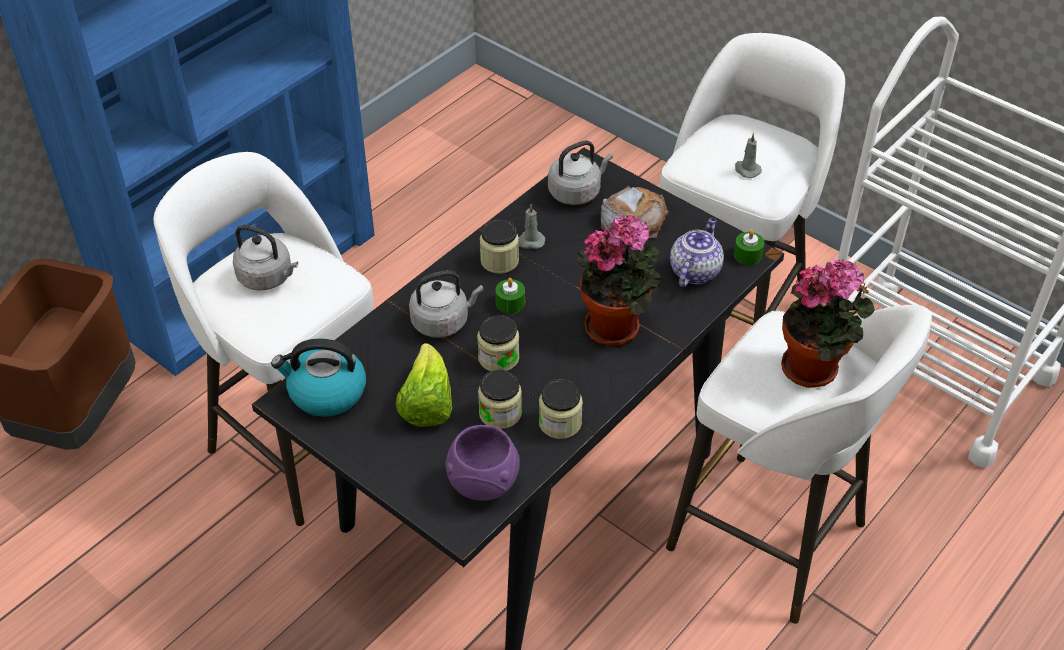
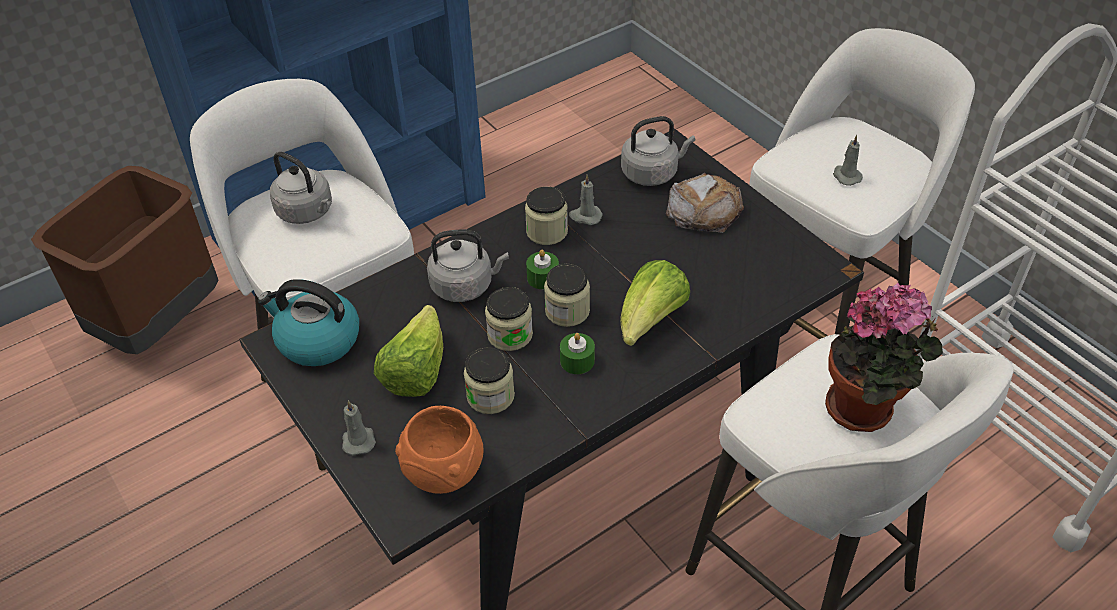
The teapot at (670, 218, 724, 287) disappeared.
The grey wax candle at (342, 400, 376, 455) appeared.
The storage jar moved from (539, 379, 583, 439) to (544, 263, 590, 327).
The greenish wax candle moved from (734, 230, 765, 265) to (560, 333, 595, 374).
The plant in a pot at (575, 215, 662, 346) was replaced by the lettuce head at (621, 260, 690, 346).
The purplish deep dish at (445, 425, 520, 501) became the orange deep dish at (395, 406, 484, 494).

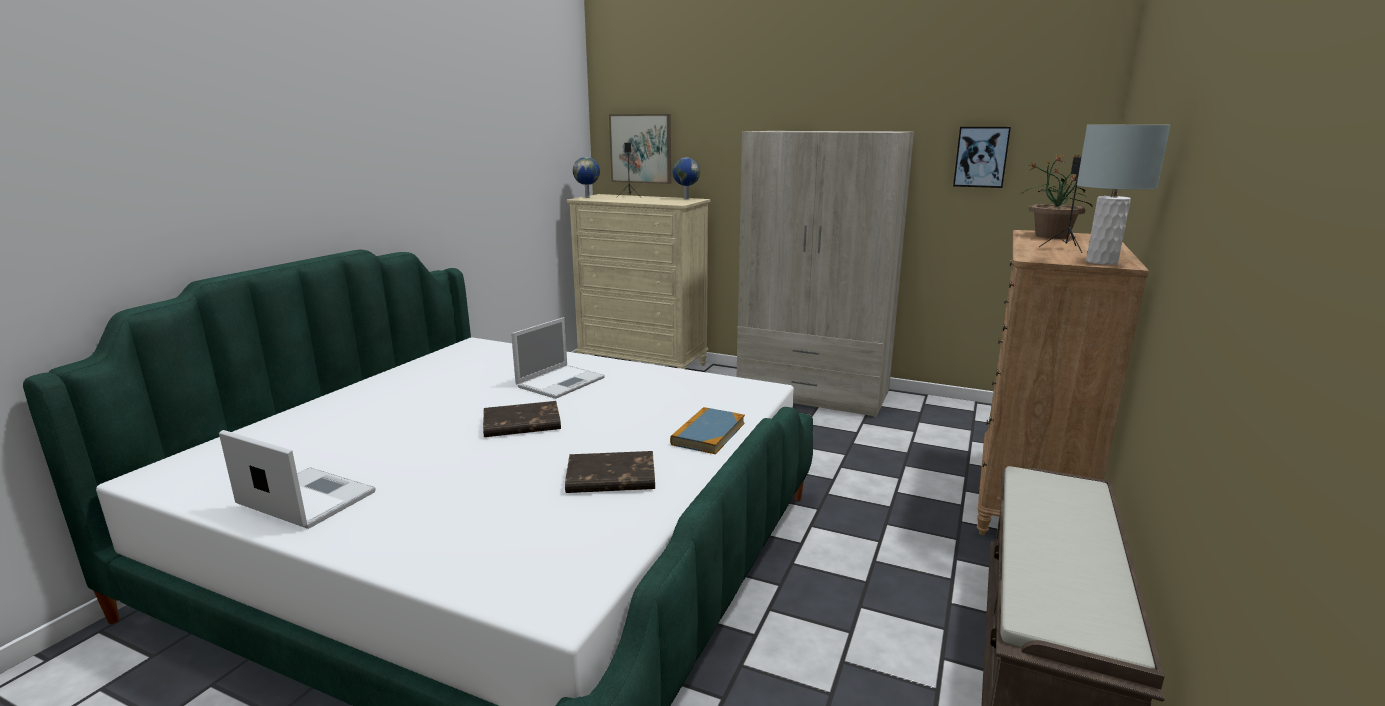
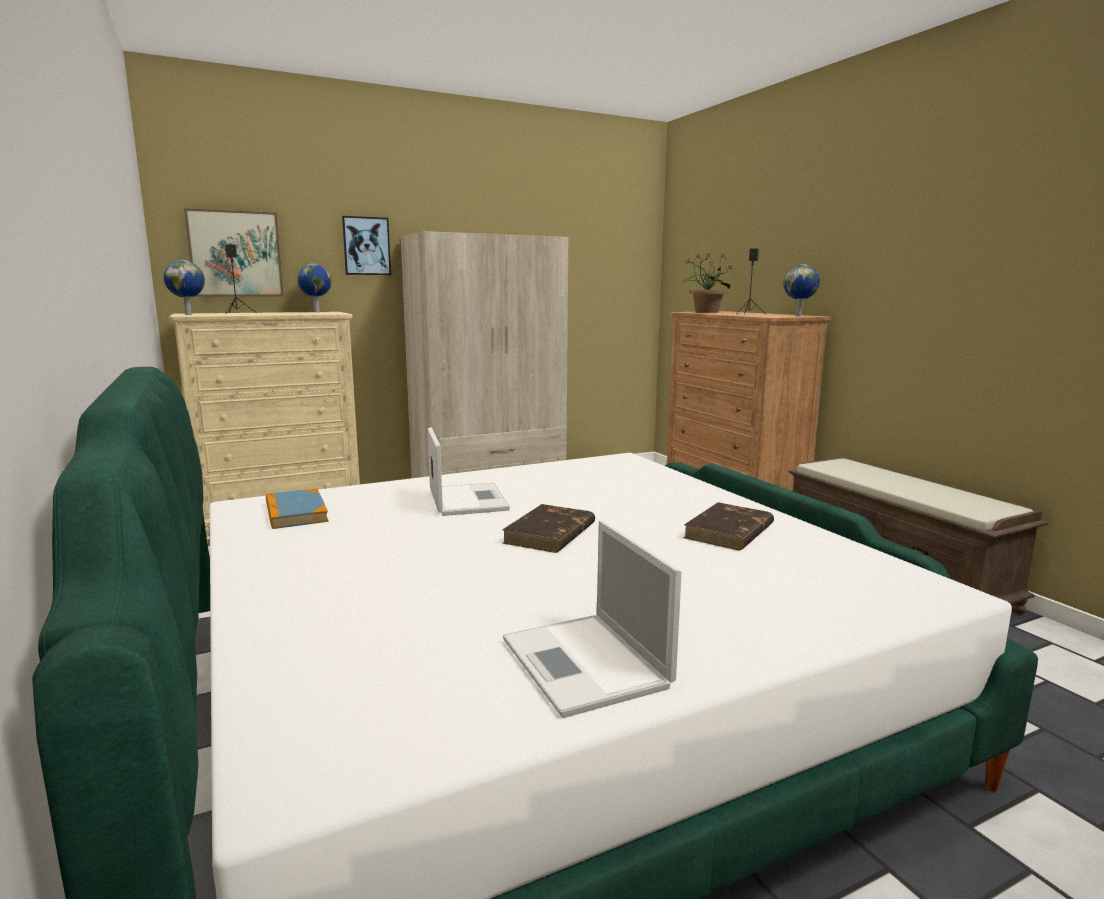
The volume moved from (670, 407, 745, 454) to (266, 488, 329, 529).
The wall picture moved from (953, 127, 1011, 188) to (342, 216, 391, 275).
The grey lamp for a table at (1077, 125, 1171, 265) was replaced by the globe at (783, 264, 820, 316).
The laptop at (219, 430, 376, 529) turned 90 degrees counterclockwise.

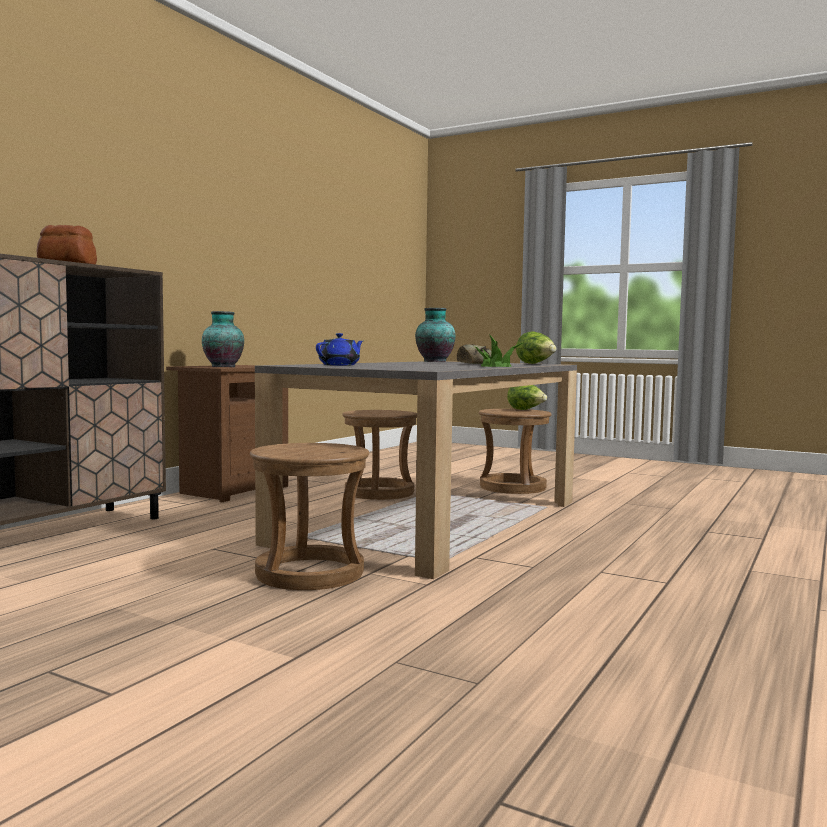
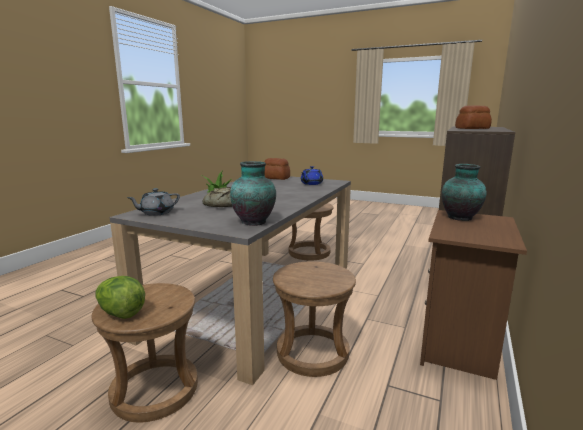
The bakery bread at (264, 158, 290, 180) appeared.
The lettuce head at (516, 331, 556, 364) was replaced by the grey teapot at (127, 188, 180, 216).

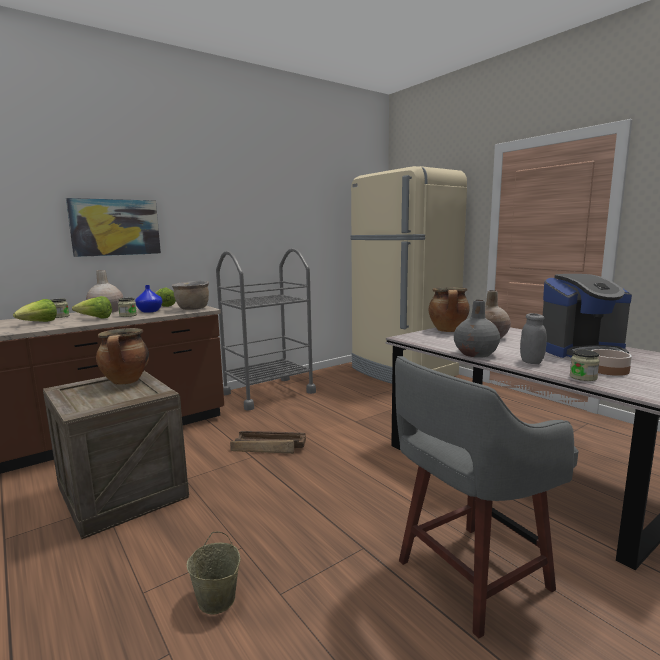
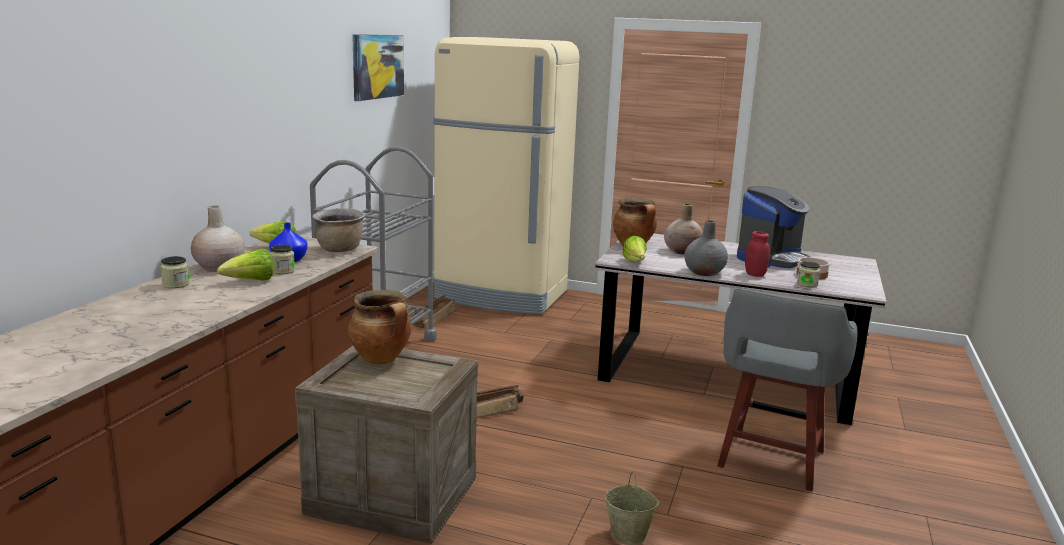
The packing crate at (412, 295, 457, 329) appeared.
The lettuce head moved from (13, 299, 57, 322) to (622, 236, 647, 261).
The wall picture moved from (66, 198, 161, 257) to (352, 34, 404, 101).
The grey storage jar at (520, 313, 547, 364) became the red storage jar at (745, 231, 770, 277).

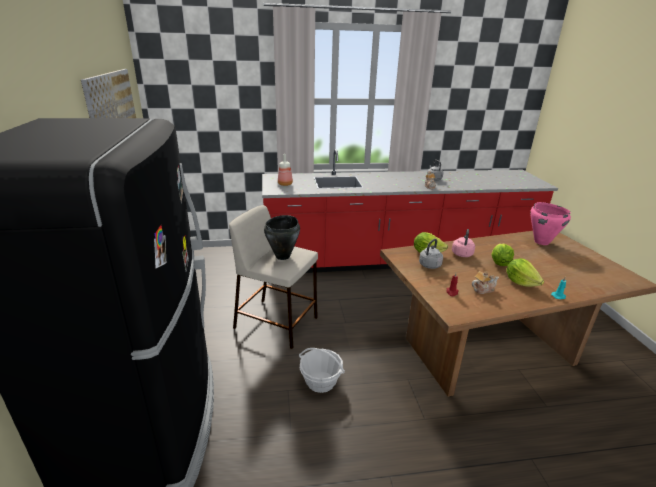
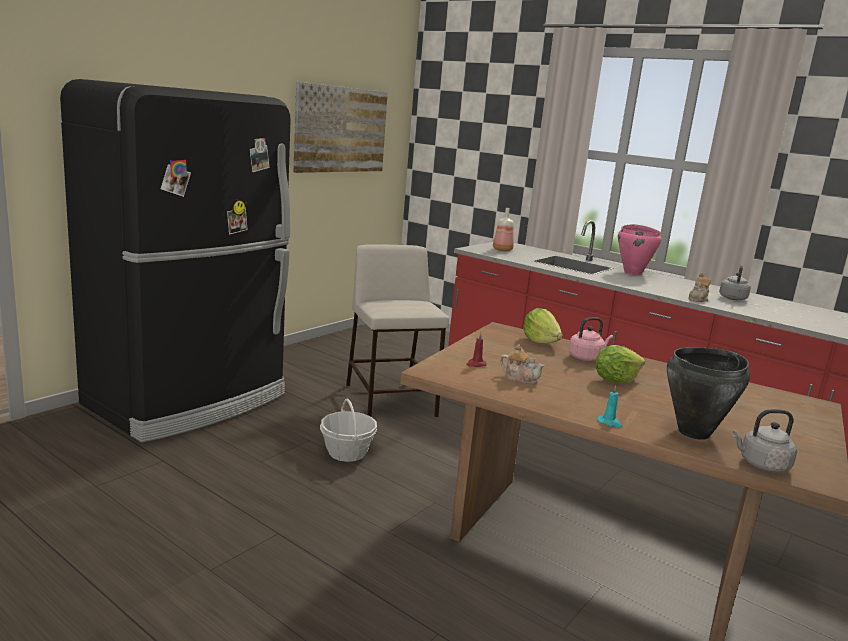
The lettuce head at (506, 258, 544, 287) disappeared.
The black-coloured cooking pot moved from (264, 215, 300, 260) to (667, 347, 750, 440).
The grey water kettle moved from (419, 239, 443, 269) to (732, 409, 797, 473).
The pink-coloured cooking pot moved from (530, 202, 571, 245) to (618, 224, 661, 275).

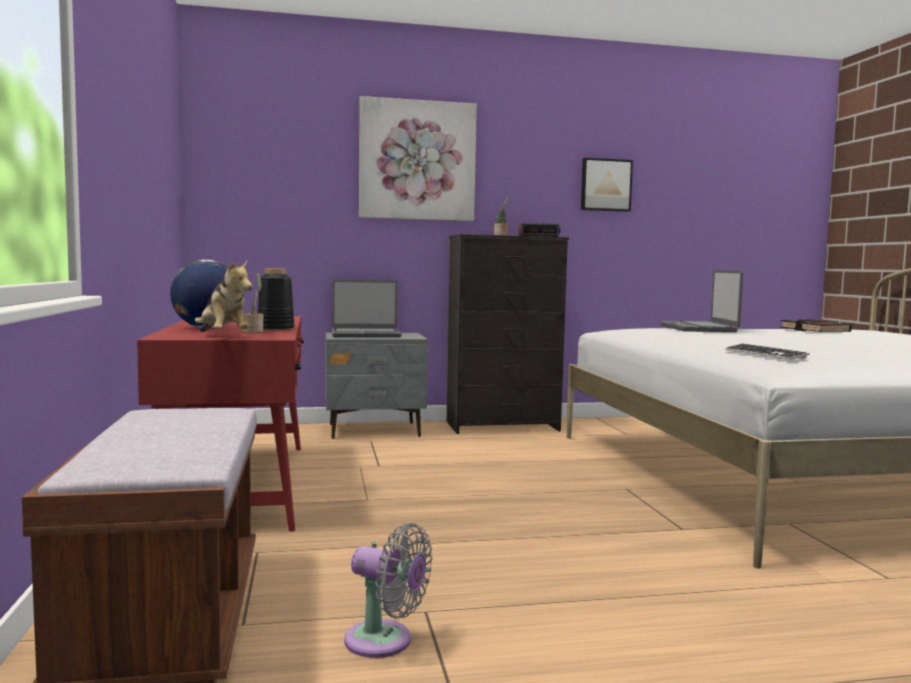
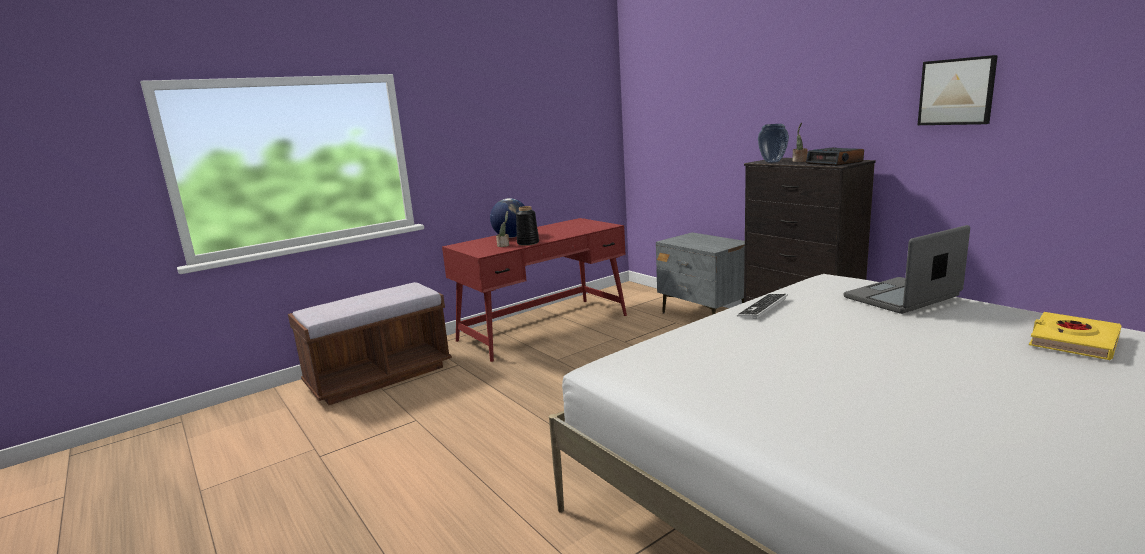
The plush toy at (195, 261, 252, 332) disappeared.
The laptop at (332, 280, 401, 338) disappeared.
The grey fan at (344, 523, 432, 658) disappeared.
The wall picture at (359, 96, 477, 221) disappeared.
The vase at (758, 124, 789, 163) appeared.
The PC keyboard moved from (725, 343, 809, 360) to (737, 294, 788, 319).
The black-coloured volume at (780, 319, 852, 332) became the yellow volume at (1029, 312, 1122, 360).

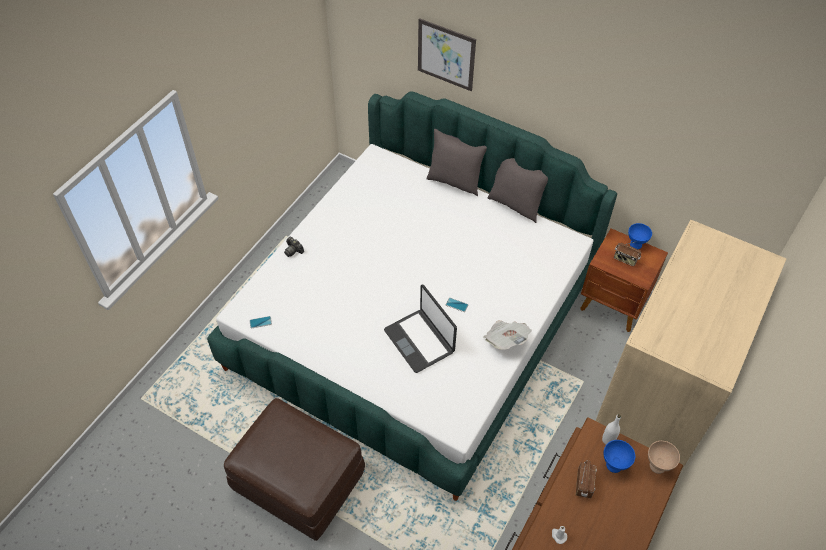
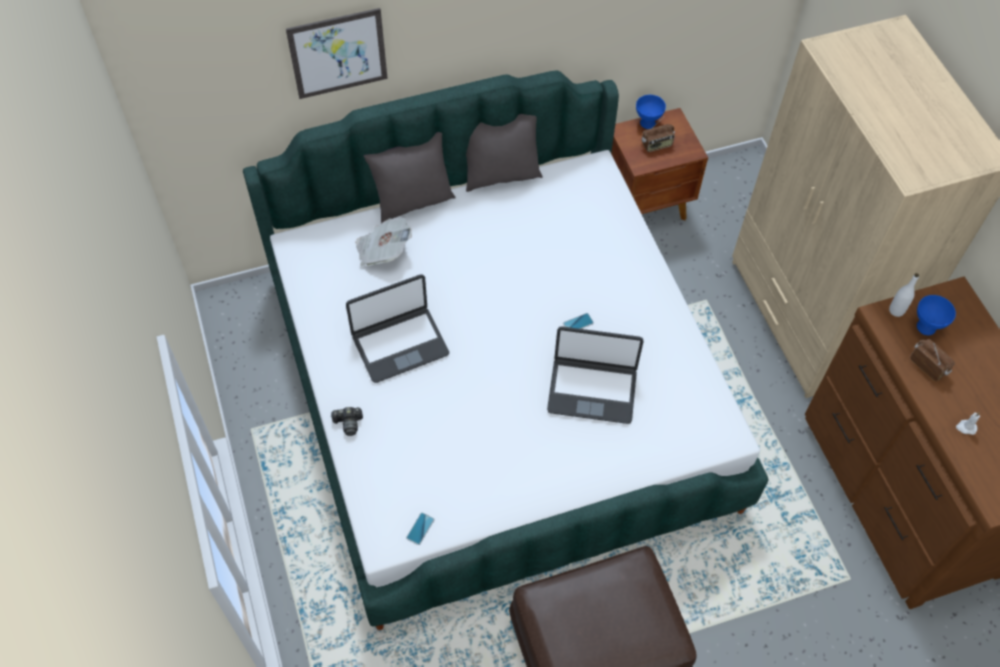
The beige-coloured deep dish at (648, 441, 680, 474) disappeared.
The laptop at (346, 274, 449, 383) appeared.
The daily paper moved from (483, 320, 532, 350) to (355, 218, 412, 266).

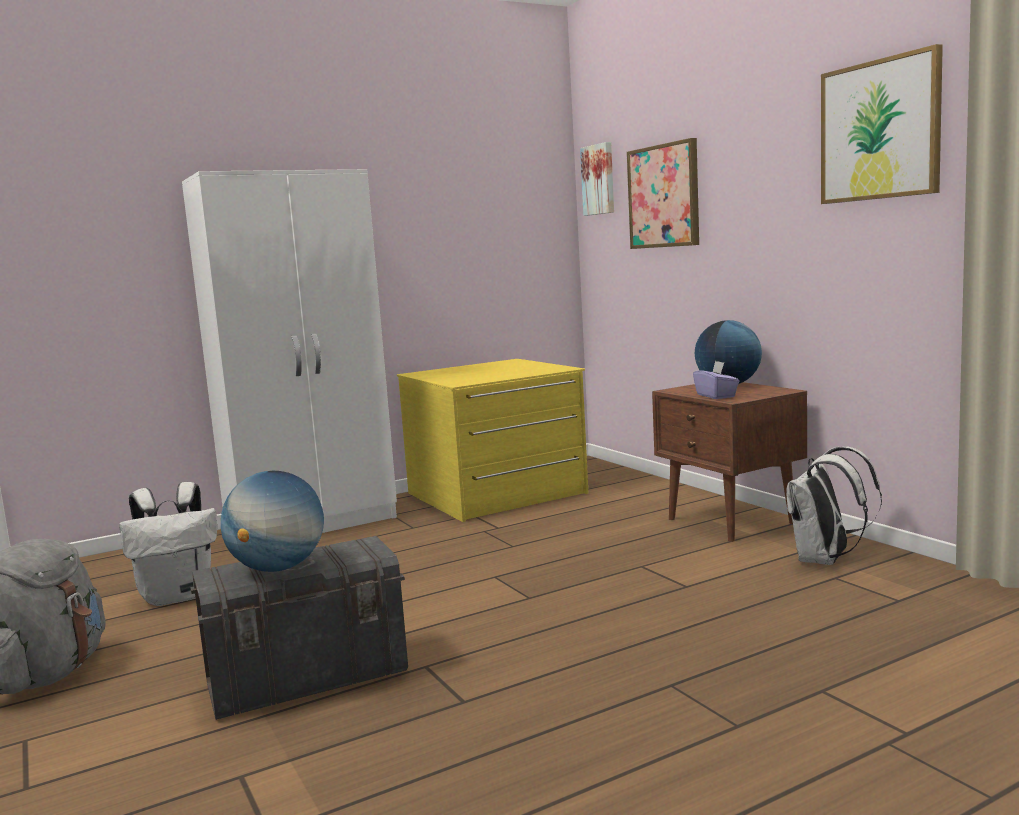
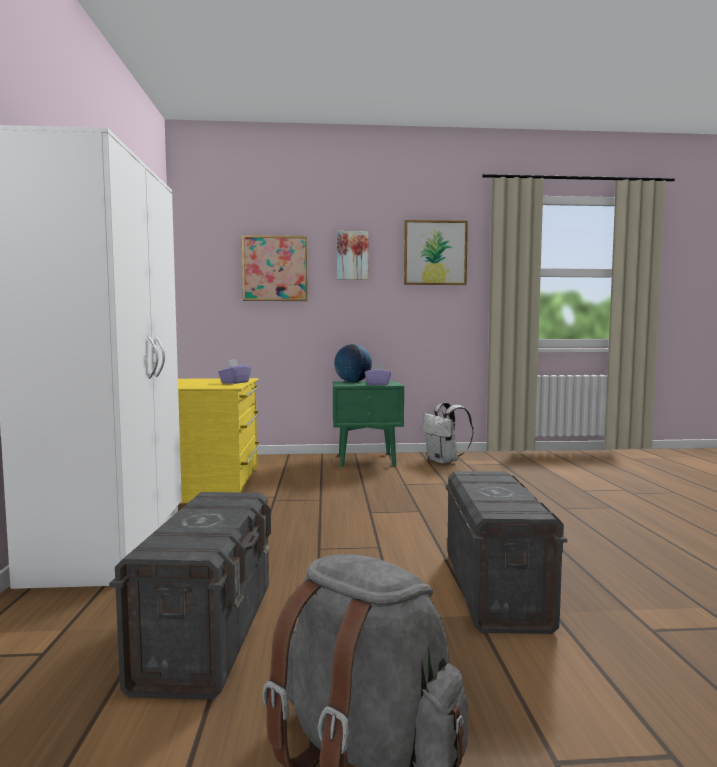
The globe at (221, 471, 324, 572) disappeared.
The purplish tissue holder at (218, 359, 251, 384) appeared.
The wall picture moved from (580, 142, 614, 216) to (337, 231, 369, 280).
The white-coloured backpack at (119, 482, 217, 606) was replaced by the grey storage box at (109, 492, 271, 700).
The brown night table at (652, 382, 807, 542) became the greenish night table at (333, 381, 404, 467).

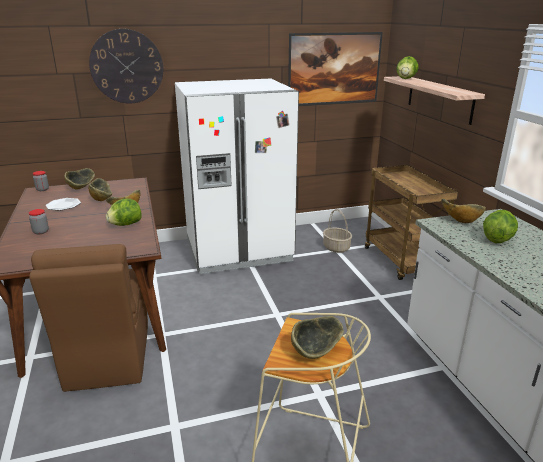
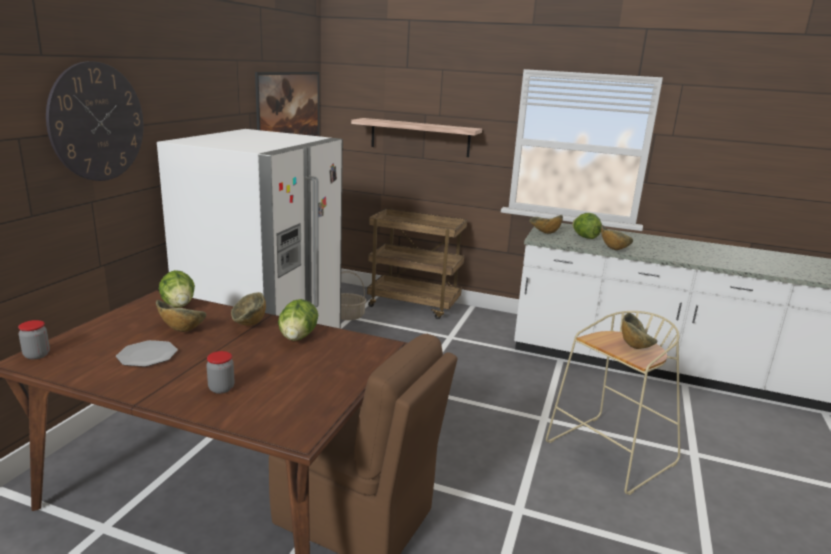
The deep dish moved from (64, 168, 95, 190) to (601, 225, 633, 250).
The lettuce head moved from (396, 56, 419, 79) to (159, 270, 195, 308).

